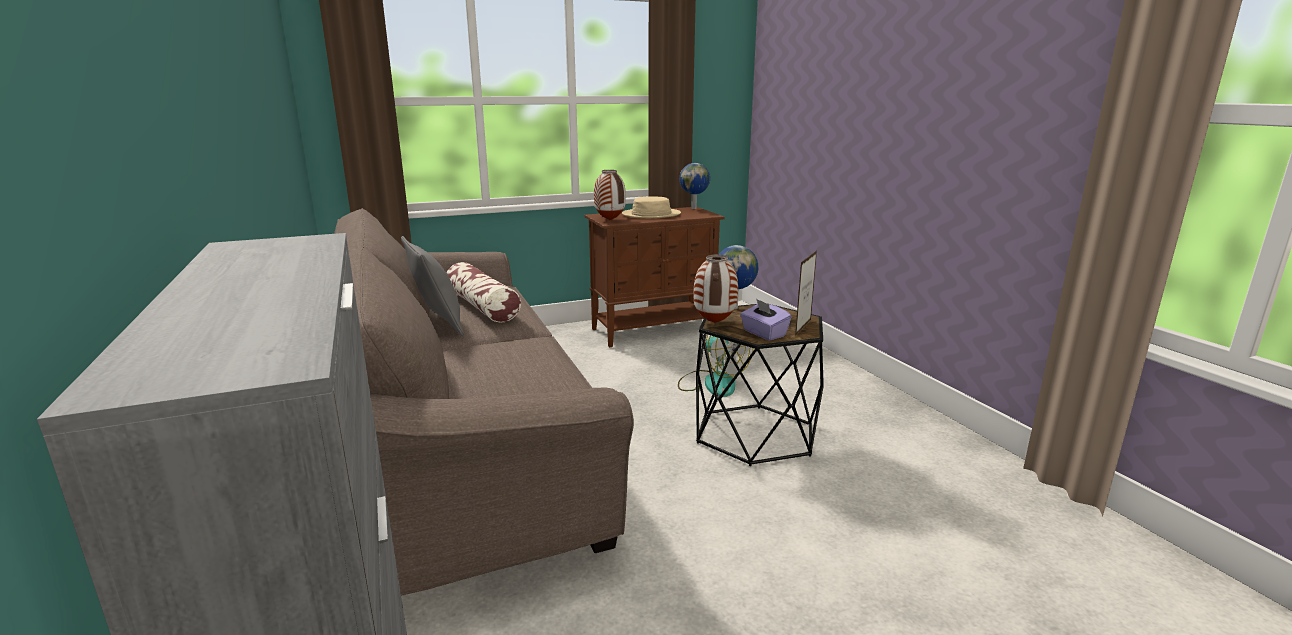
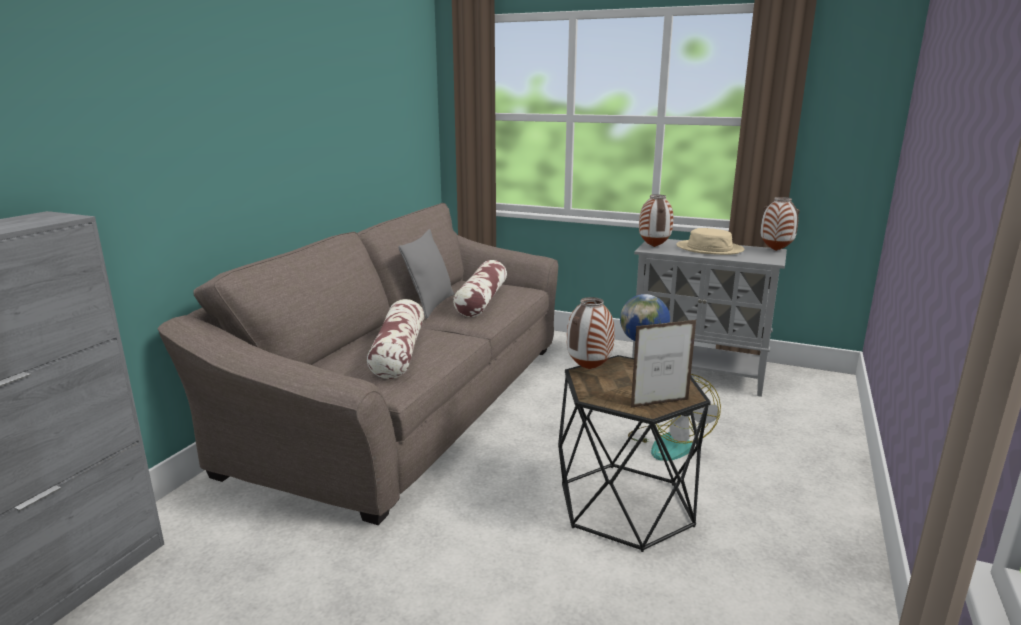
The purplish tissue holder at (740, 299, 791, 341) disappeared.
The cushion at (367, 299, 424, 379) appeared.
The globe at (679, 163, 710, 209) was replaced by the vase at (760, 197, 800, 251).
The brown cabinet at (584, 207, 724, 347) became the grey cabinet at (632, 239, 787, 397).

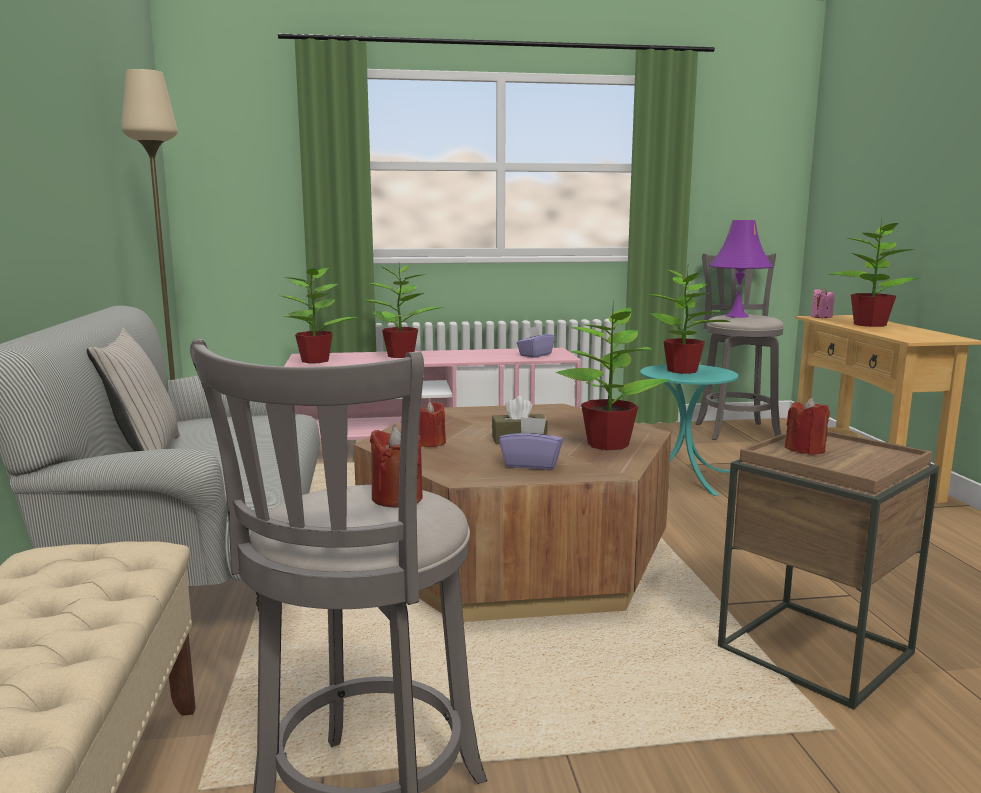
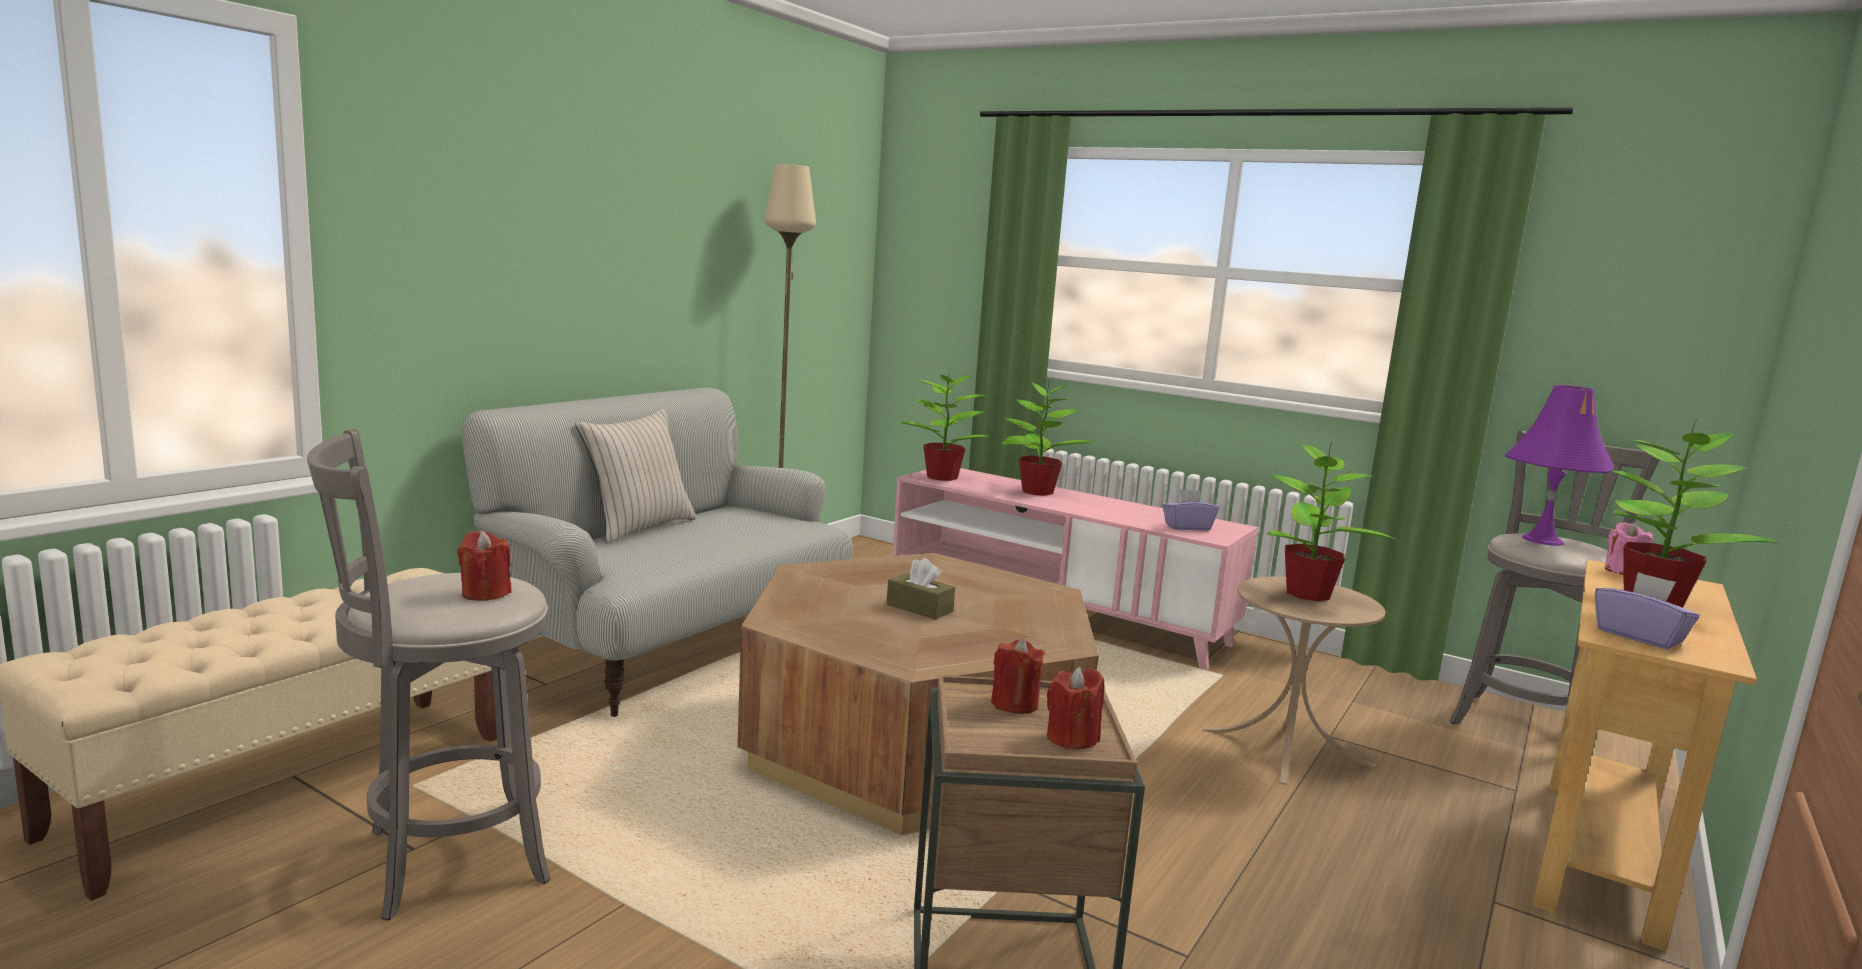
The plant in a pot at (556, 300, 670, 450) disappeared.
The red wax candle moved from (419, 401, 446, 447) to (1047, 667, 1104, 749).
The purplish tissue holder moved from (499, 417, 563, 470) to (1595, 572, 1700, 650).
The turquoise end table at (640, 364, 738, 496) became the beige-coloured end table at (1202, 577, 1385, 785).

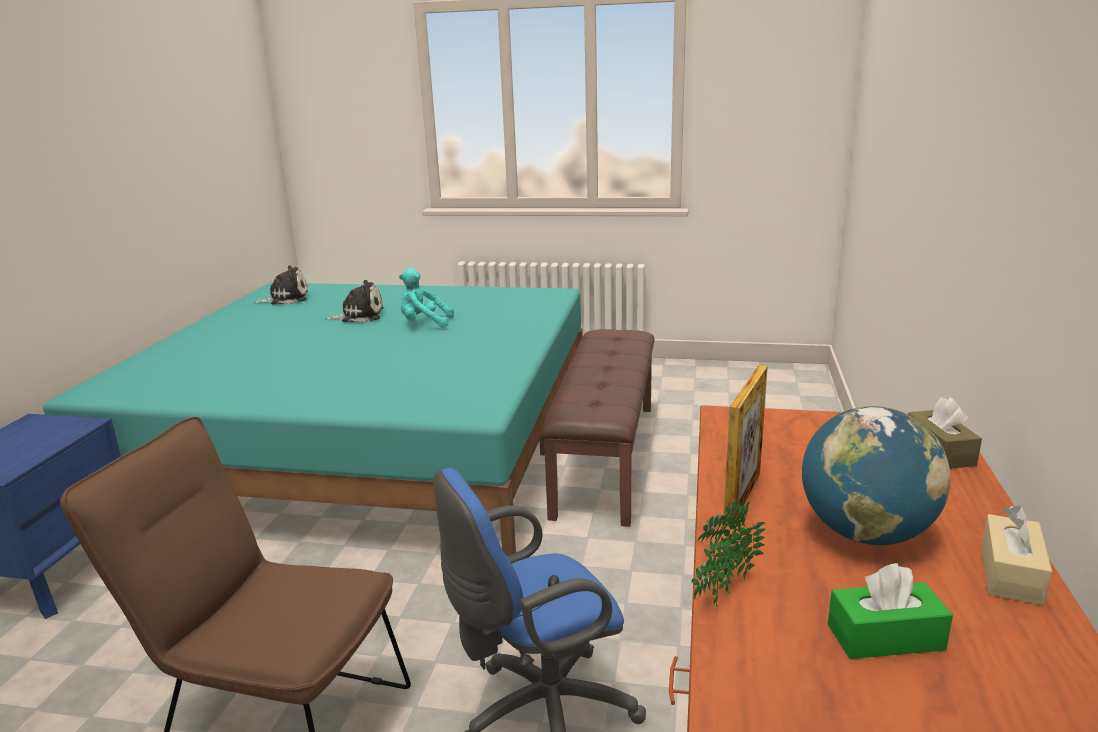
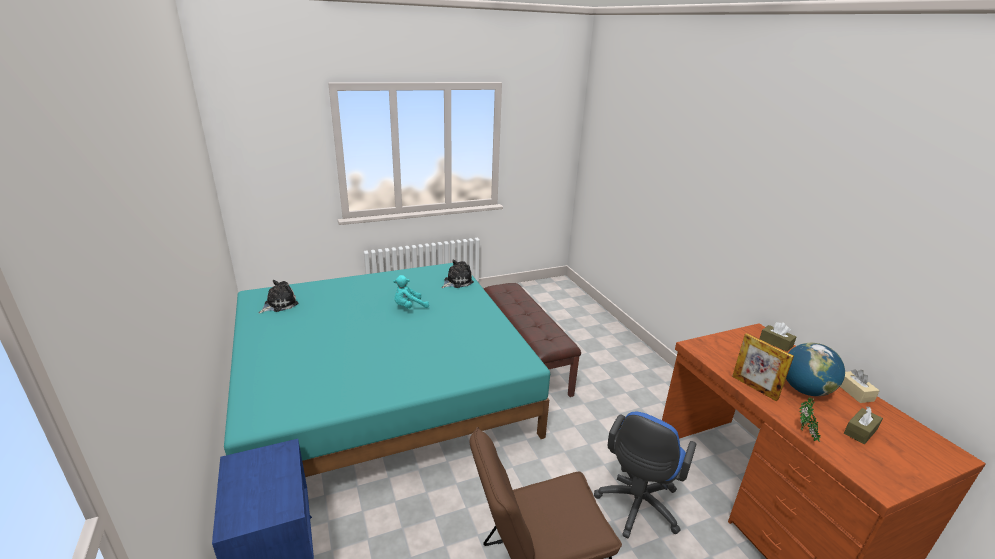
The plush toy moved from (326, 280, 384, 323) to (441, 260, 474, 288).
The greenish tissue holder at (828, 563, 953, 659) became the brown tissue holder at (844, 407, 883, 444).
The photo frame at (724, 365, 768, 526) turned 150 degrees clockwise.

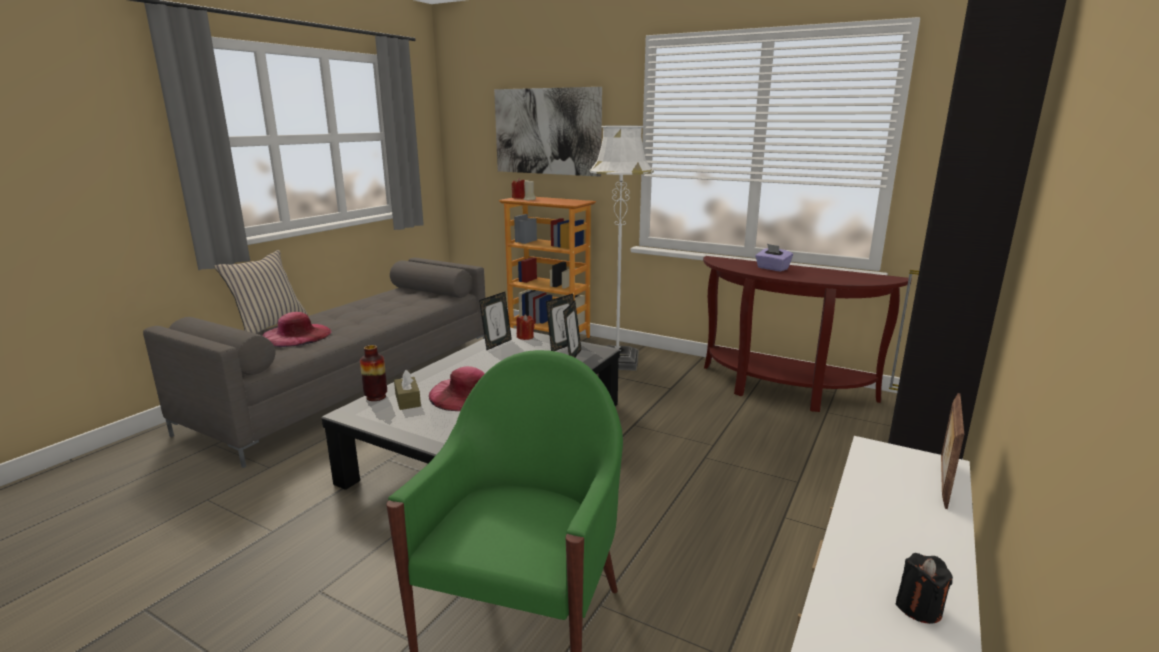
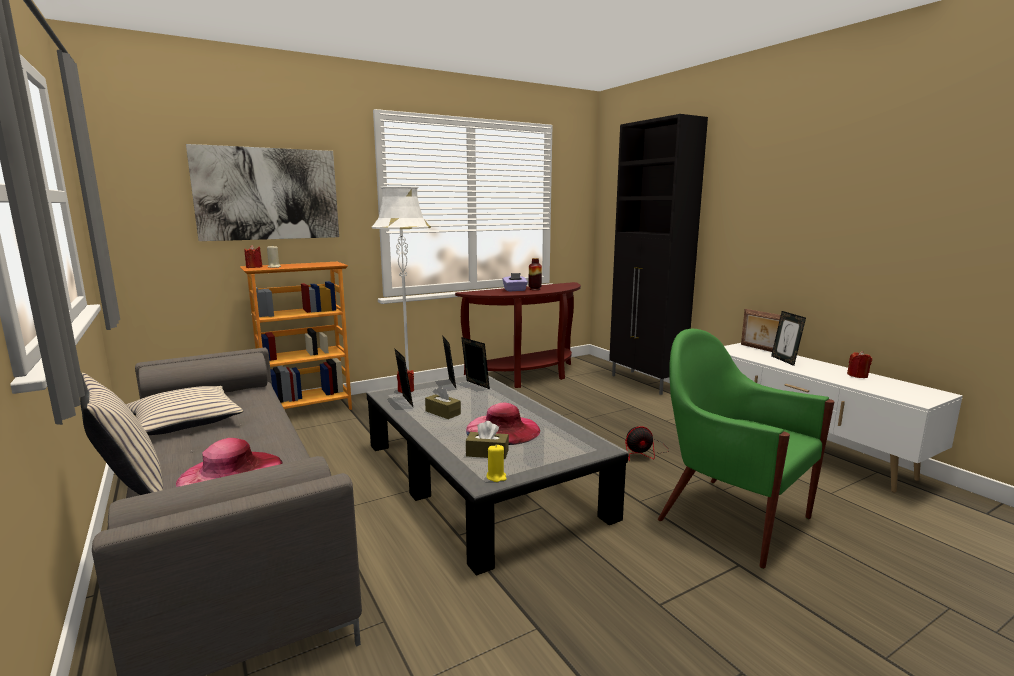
The beige-coloured cushion at (126, 386, 243, 435) appeared.
The brown tissue holder at (425, 386, 461, 419) appeared.
The yellow wax candle at (487, 444, 507, 482) appeared.
The fan at (625, 426, 669, 461) appeared.
The photo frame at (771, 311, 806, 366) appeared.
The vase moved from (360, 345, 387, 401) to (529, 258, 542, 290).
The black-coloured wax candle at (896, 553, 953, 624) became the red wax candle at (847, 351, 872, 378).

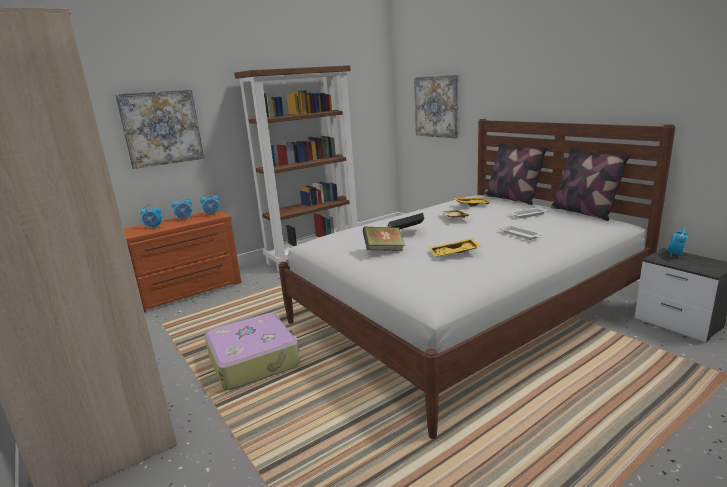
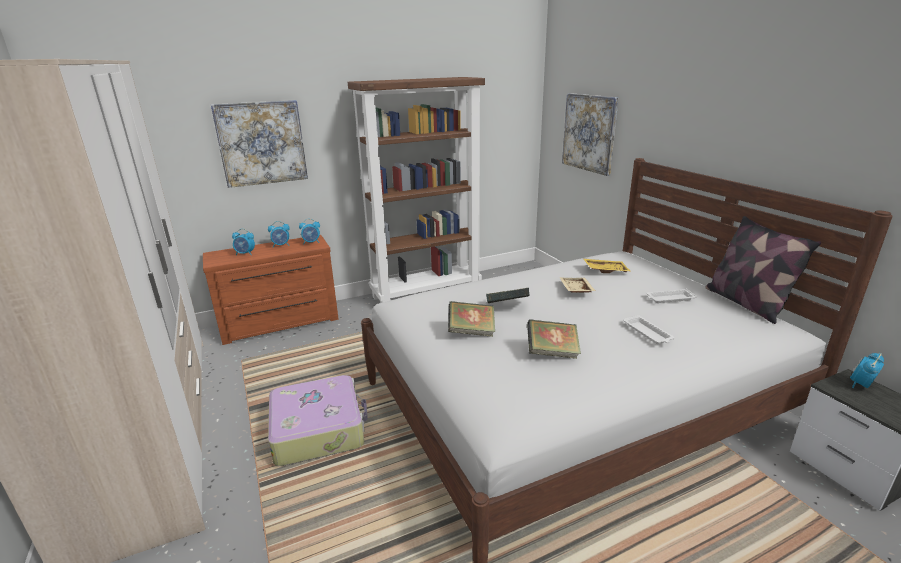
The cushion at (485, 142, 548, 205) disappeared.
The yellow carrying tray at (429, 238, 480, 257) was replaced by the volume at (527, 319, 581, 359).

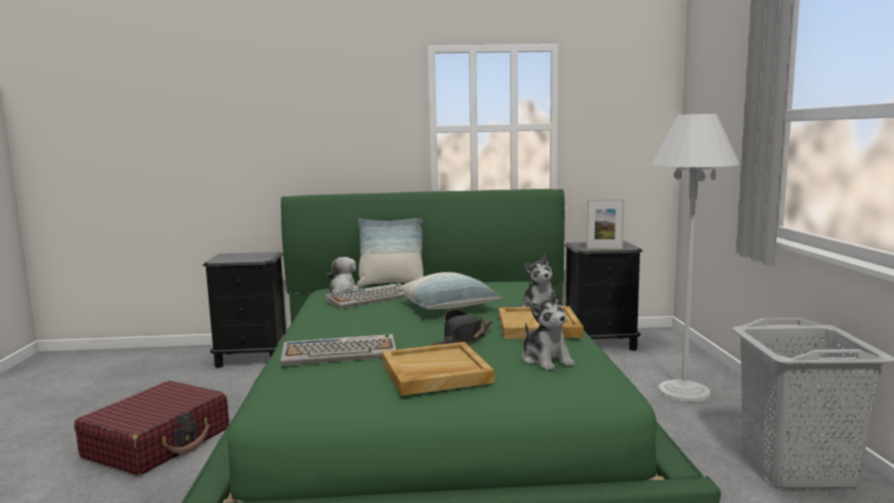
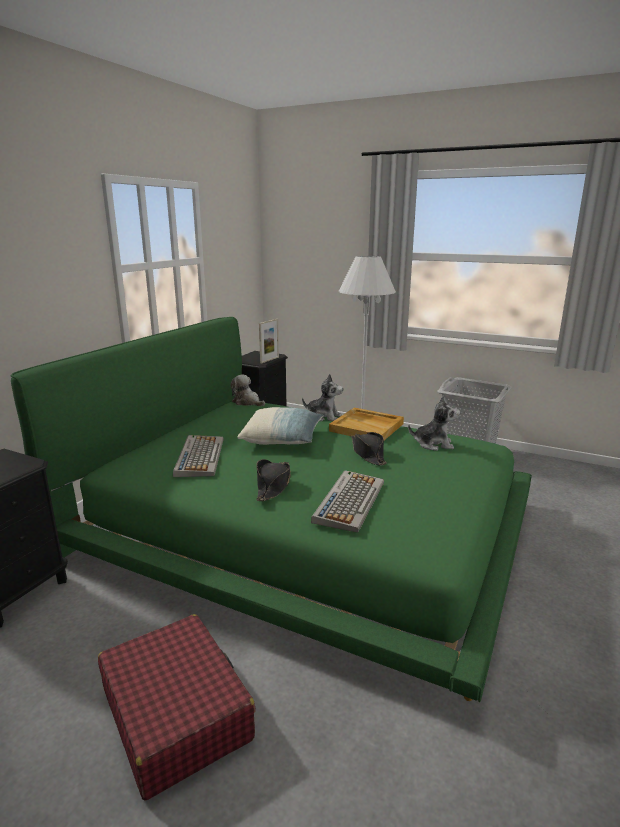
The cushion at (356, 218, 424, 287) disappeared.
The beige-coloured carrying tray at (382, 342, 494, 396) disappeared.
The black-coloured clothing hat at (256, 459, 291, 501) appeared.
The plush toy moved from (327, 257, 359, 294) to (230, 374, 265, 406).

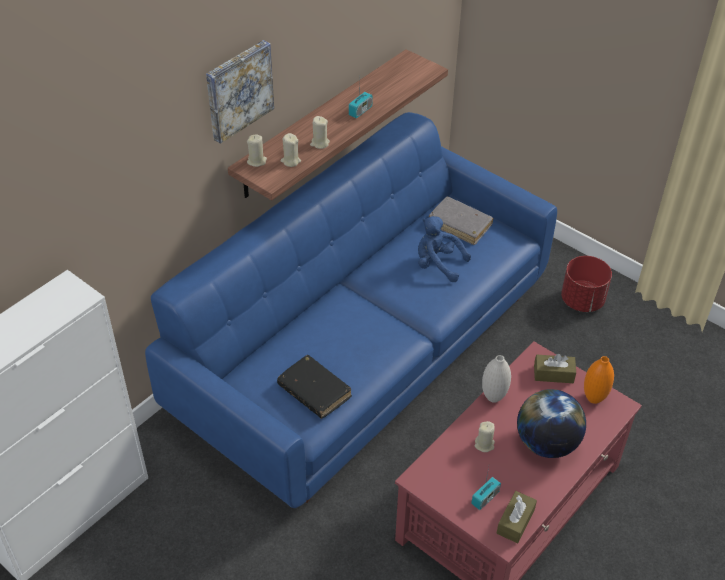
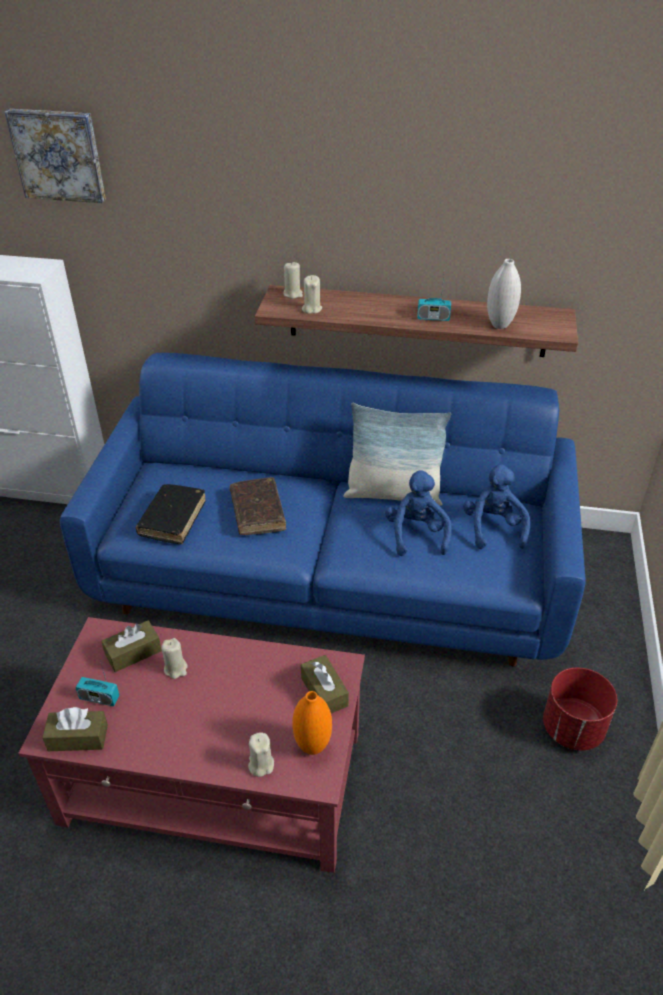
The globe at (517, 389, 586, 458) disappeared.
The brown tissue holder at (101, 620, 162, 672) appeared.
The brown volume at (230, 477, 286, 535) appeared.
The cushion at (343, 403, 451, 506) appeared.
The wall picture moved from (206, 40, 274, 144) to (5, 109, 106, 203).
The beige-coloured wax candle moved from (310, 116, 330, 149) to (248, 732, 274, 777).
The white-coloured vase moved from (482, 355, 511, 403) to (487, 259, 521, 329).
The grey volume at (429, 197, 493, 245) was replaced by the bluish plush toy at (463, 464, 530, 549).

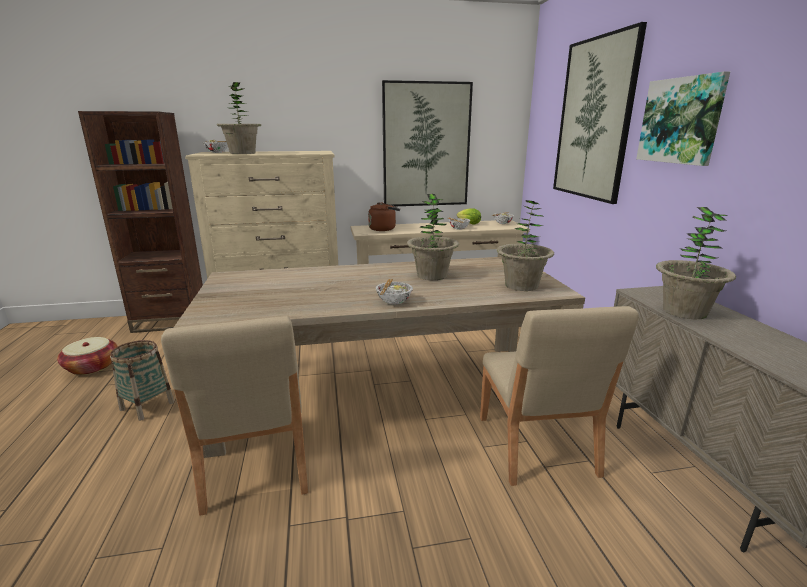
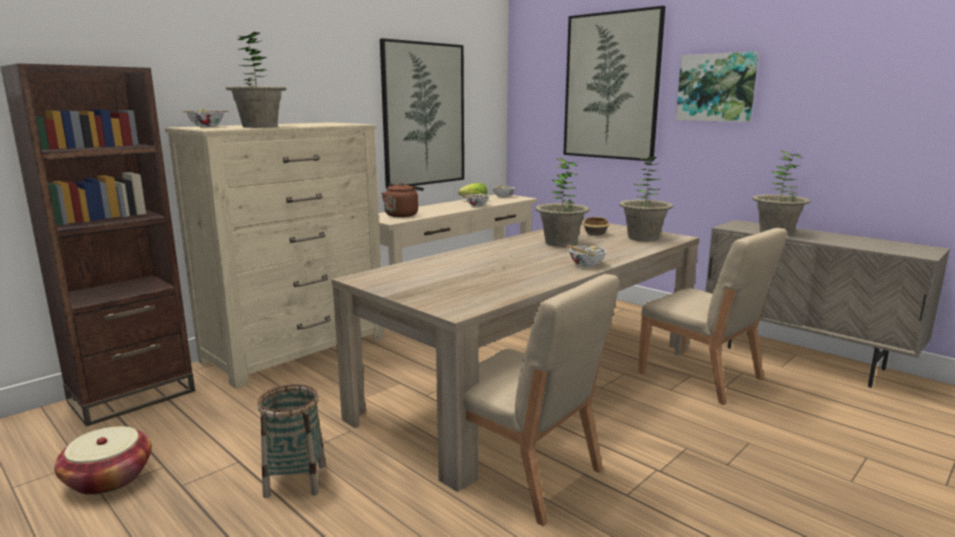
The deep dish at (583, 217, 610, 236) appeared.

